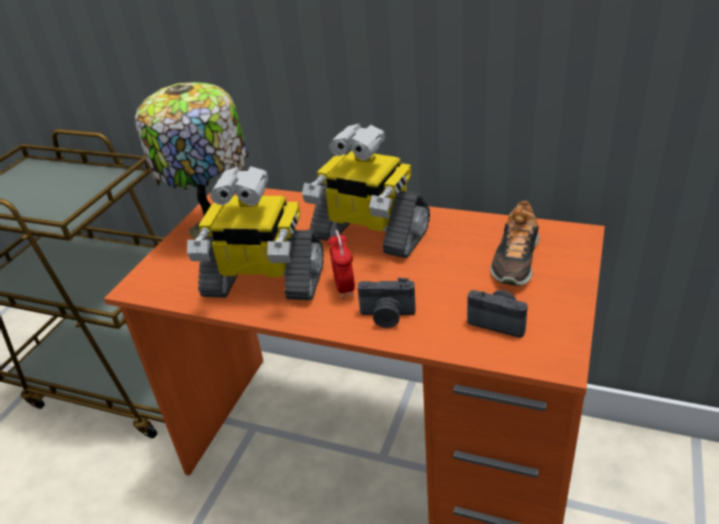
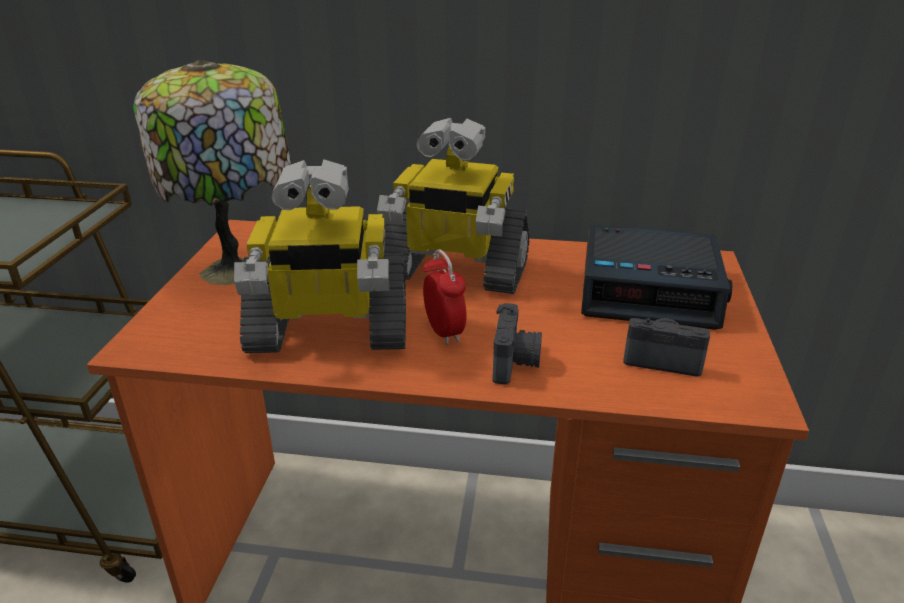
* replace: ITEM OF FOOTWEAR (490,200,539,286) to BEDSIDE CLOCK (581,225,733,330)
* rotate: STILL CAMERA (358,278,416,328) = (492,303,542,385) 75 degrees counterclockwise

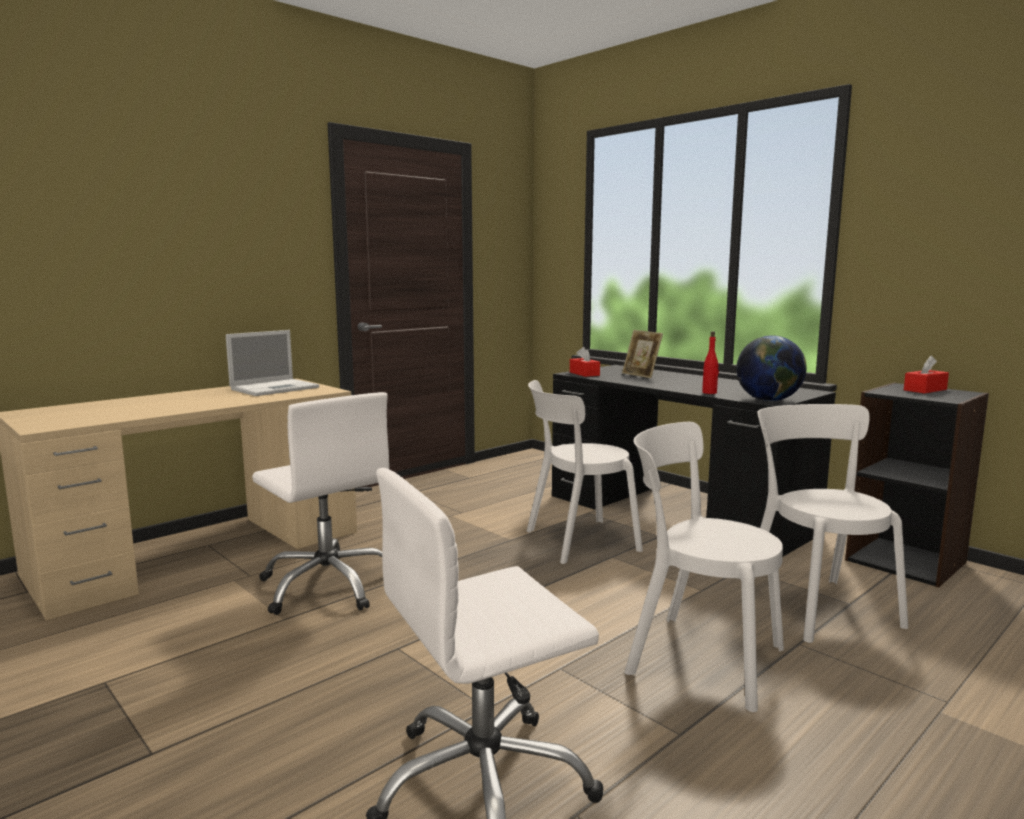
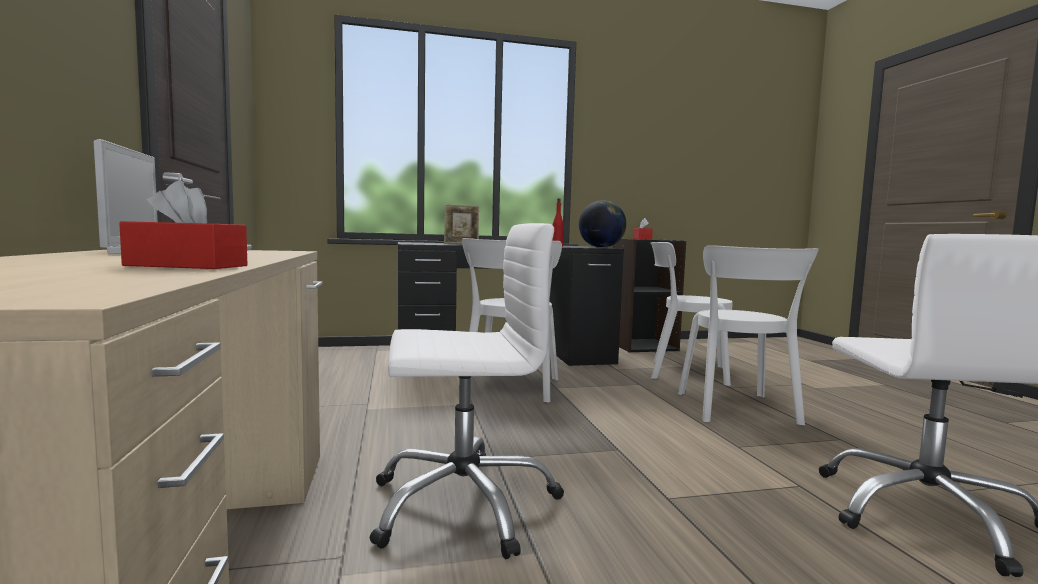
* move: RED-COLOURED TISSUE HOLDER (570,347,600,377) to (119,181,247,269)
* rotate: WHITISH PLAIN CHAIR (624,422,784,712) = (678,245,819,425) 60 degrees counterclockwise

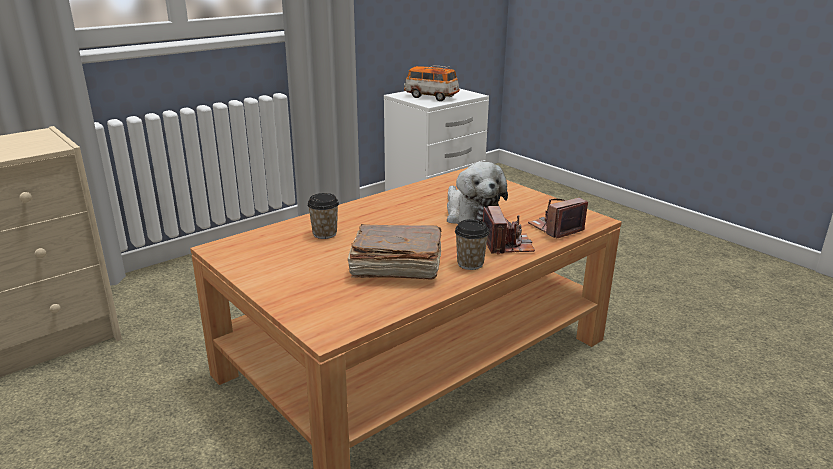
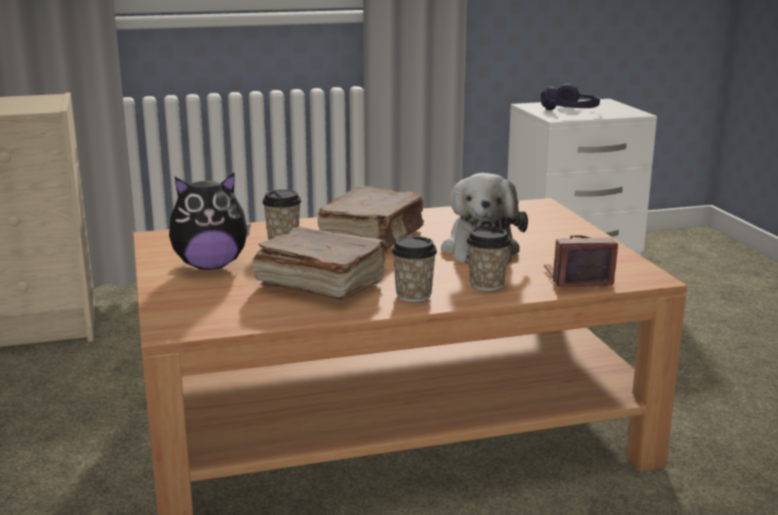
* replace: TOY CAR (404,65,460,101) to PURPLISH HEADSET (541,84,600,110)
* replace: STILL CAMERA (483,206,535,255) to SMALL CUP (466,227,511,291)
* insert: CUDDLY TOY (169,173,251,270)
* insert: BROWN BOUND BOOK (317,185,424,247)

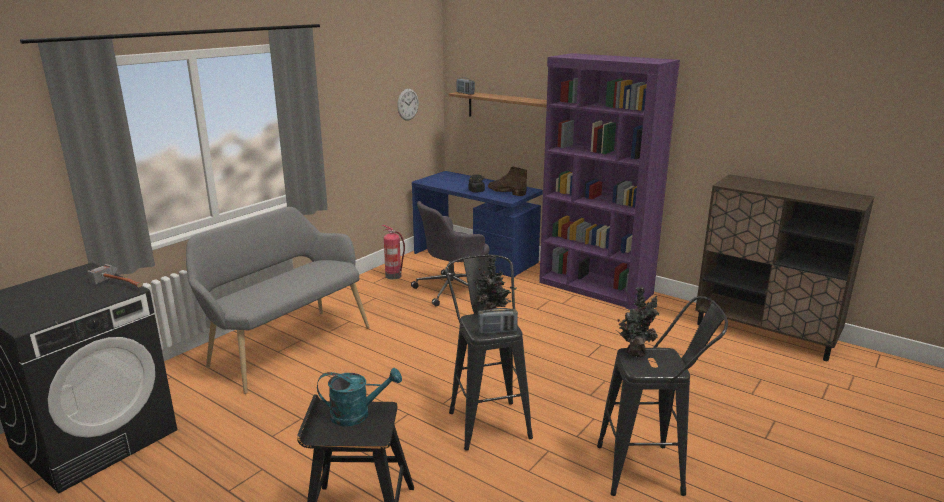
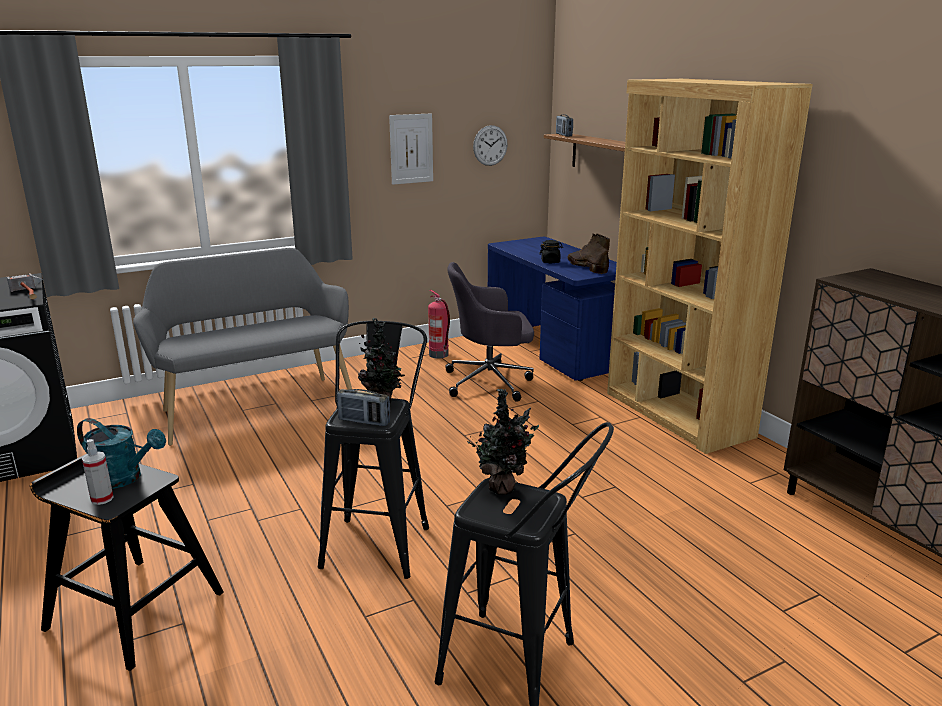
* recolor: PURPLISH SHELVING UNIT (539,53,680,309) to BROWN SHELVING UNIT (607,79,813,454)
* insert: WALL PICTURE (389,114,433,185)
* insert: HAND SPRAYER (82,439,113,505)

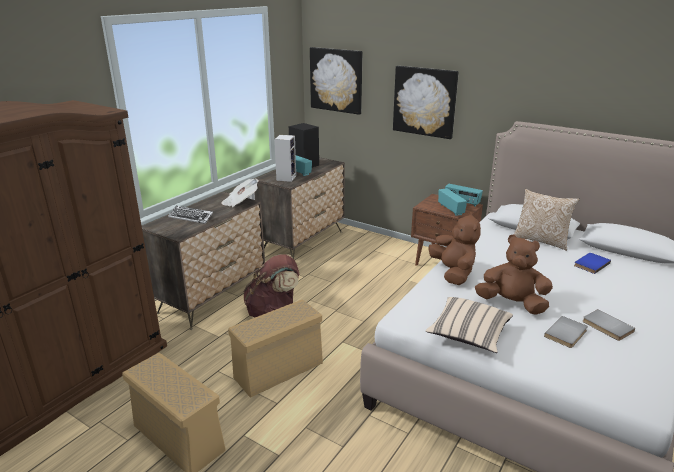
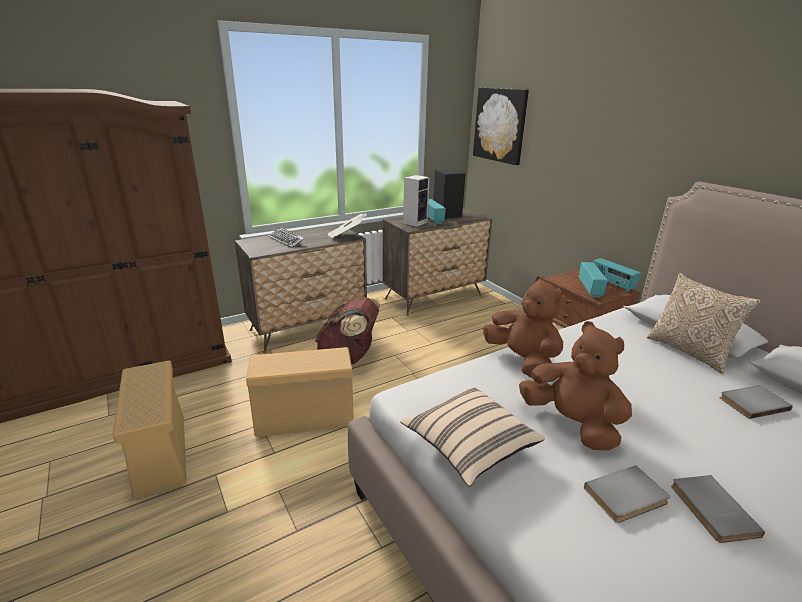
* delete: WALL PICTURE (393,66,459,139)
* rotate: BROWN CUDDLY TOY (429,212,481,285) = (483,276,563,378) 45 degrees counterclockwise
* recolor: BLUE-COLOURED BOUND BOOK (574,253,611,274) to GRAY BOUND BOOK (720,386,793,419)

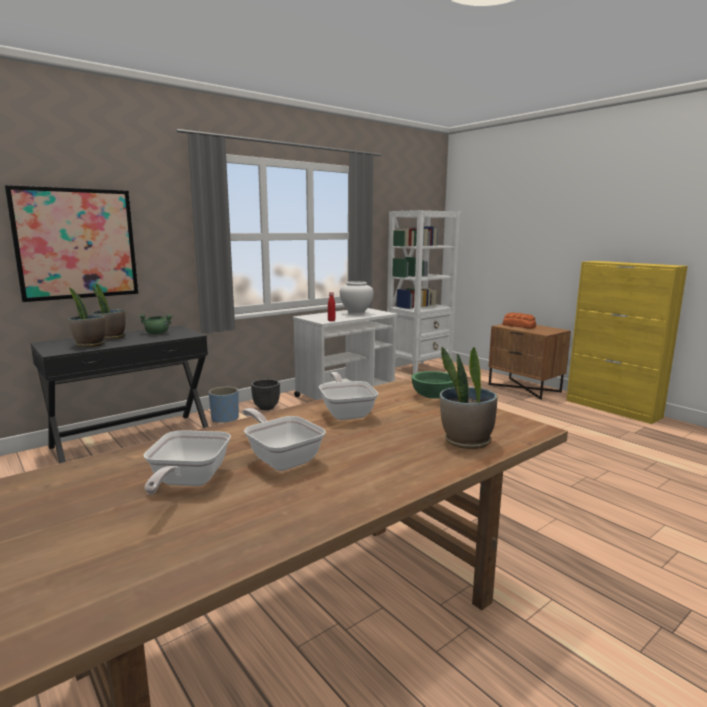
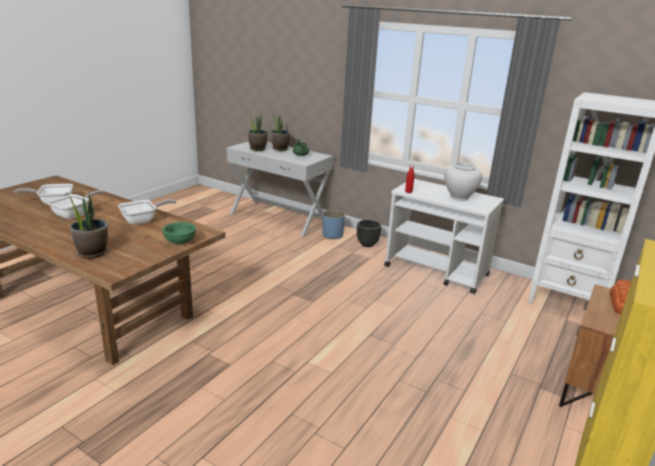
* delete: WALL PICTURE (4,185,138,302)
* recolor: BLACKISH CONSOLE TABLE (30,326,209,463) to WHITISH CONSOLE TABLE (227,141,333,237)

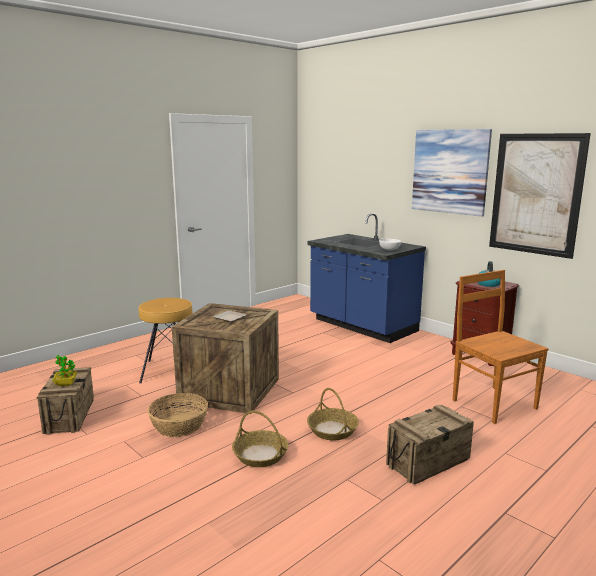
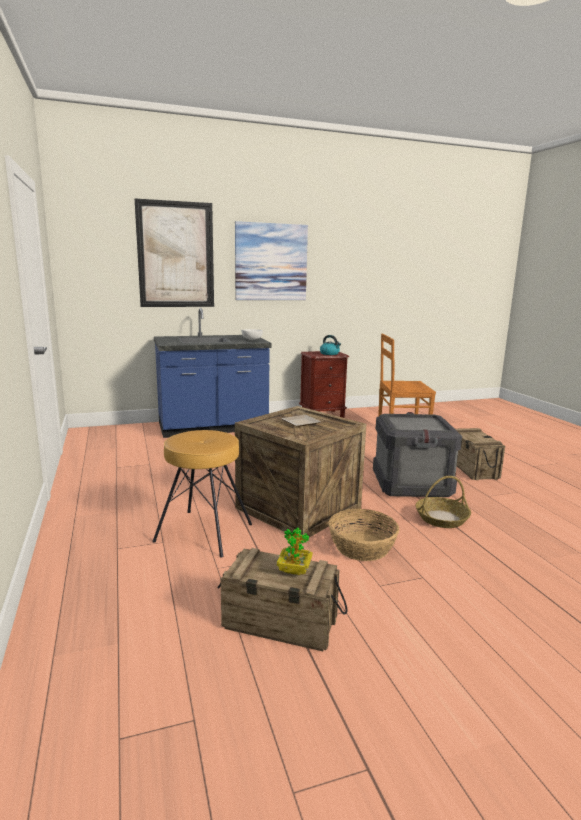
* move: WALL PICTURE (489,133,591,259) to (135,199,214,307)
* replace: STORAGE BASKET (307,388,359,440) to CRATE (373,412,462,497)

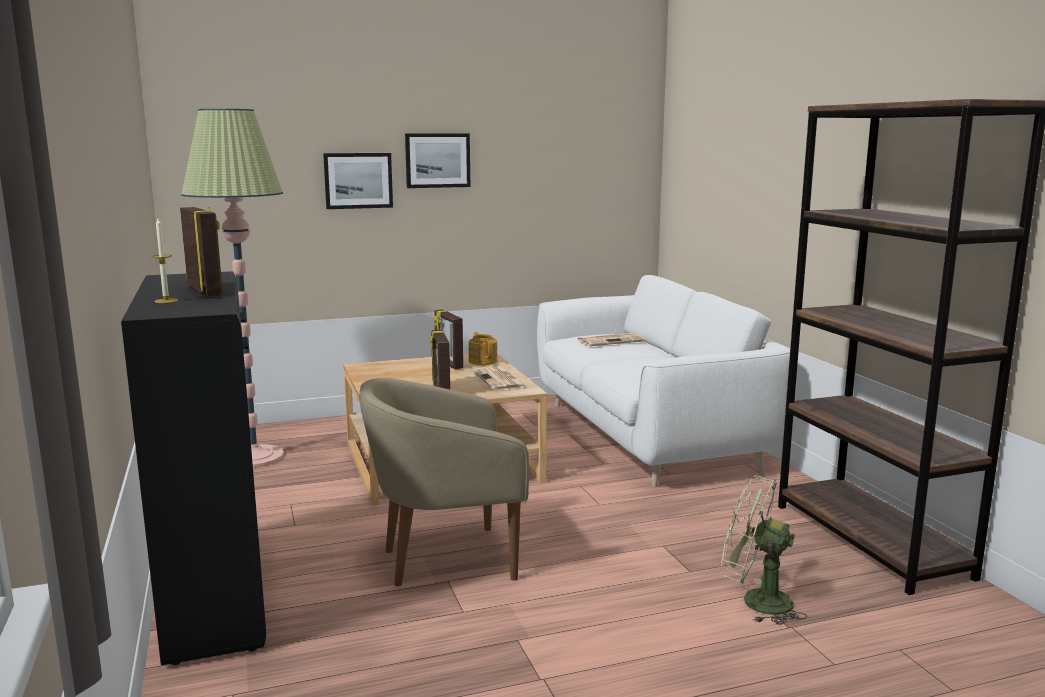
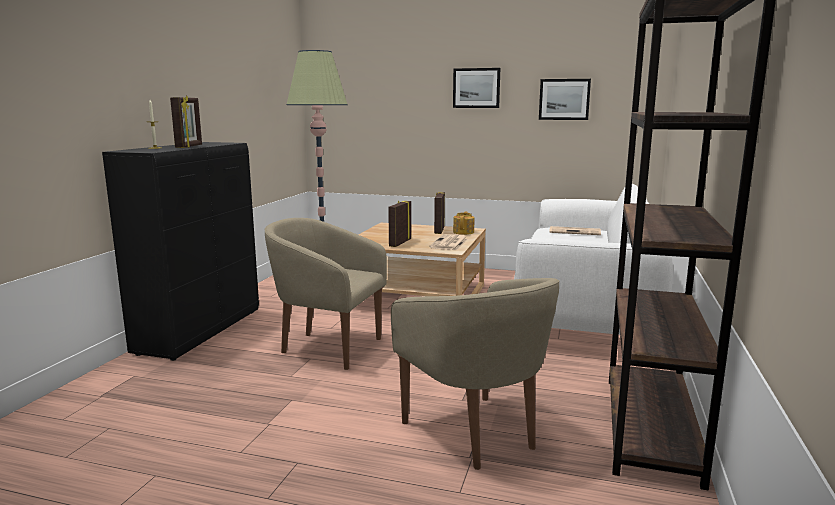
* move: WALL PICTURE (323,153,393,209) to (539,79,591,120)
* replace: GREENISH COOLING FAN (721,475,807,625) to BEIGE-COLOURED LOUNGE CHAIR (391,278,560,470)

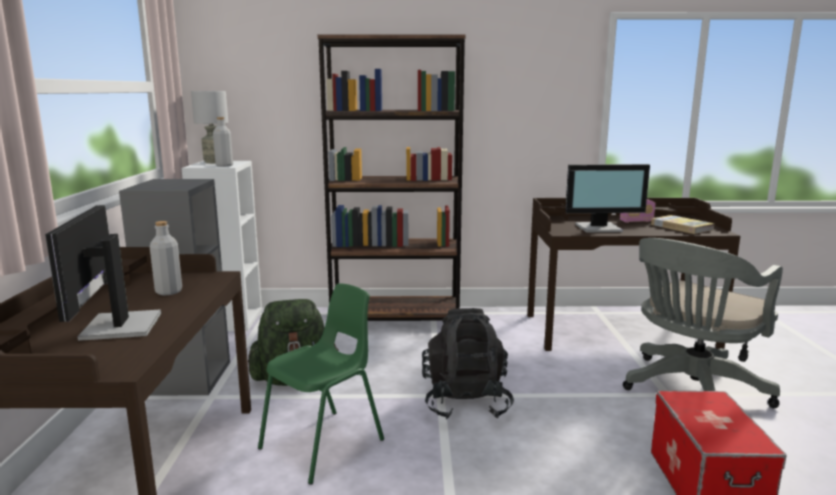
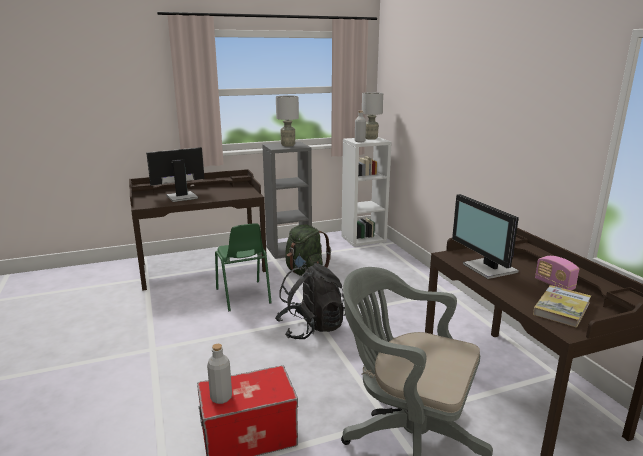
* delete: BROWN SHELVING UNIT (318,34,466,321)
* move: GRAY BOTTLE (150,221,182,295) to (207,344,232,404)
* rotate: GREENISH PLAIN CHAIR (258,283,384,485) = (215,224,272,311) 45 degrees clockwise
* insert: GRAY LAMP FOR A TABLE (276,96,299,147)

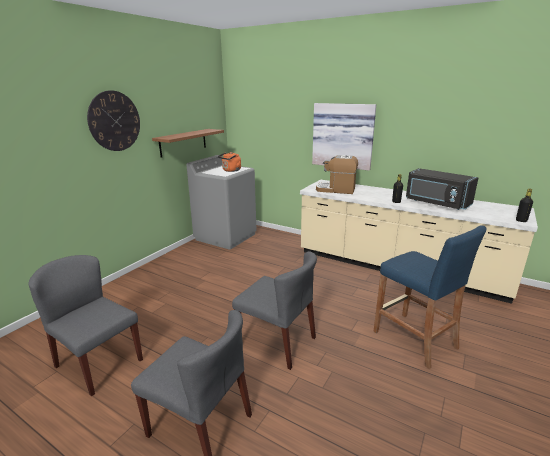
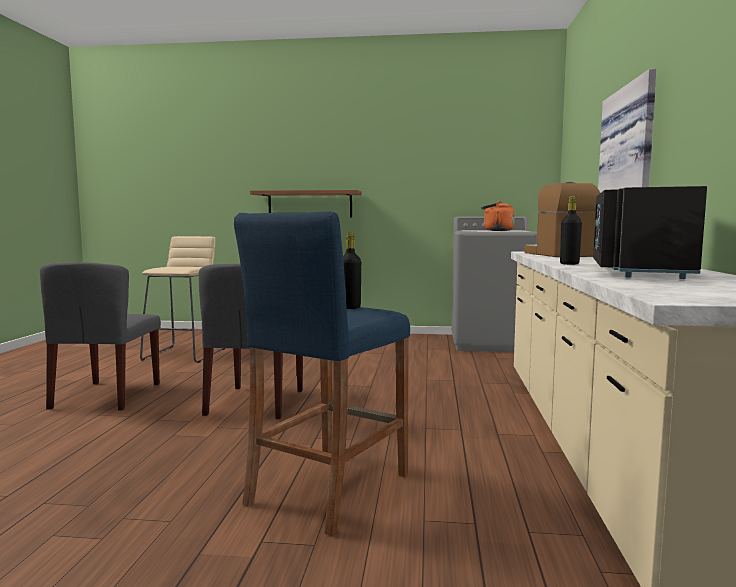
* delete: WALL CLOCK (87,90,140,151)
* move: BRACKET SHELF (152,129,224,158) to (250,190,362,218)
* move: BLACKISH BOTTLE (516,189,533,222) to (343,233,361,309)
* replace: GRAY PLAIN CHAIR (28,255,143,396) to BEIGE-COLOURED STOOL (140,236,225,363)

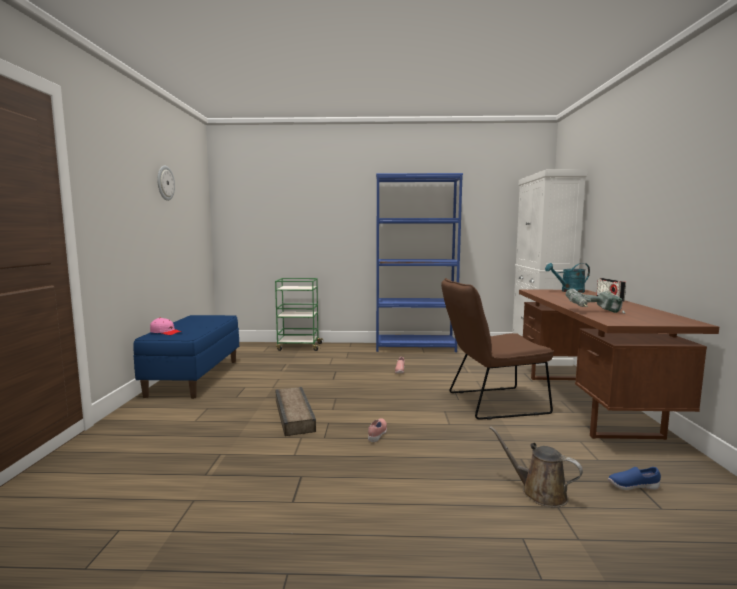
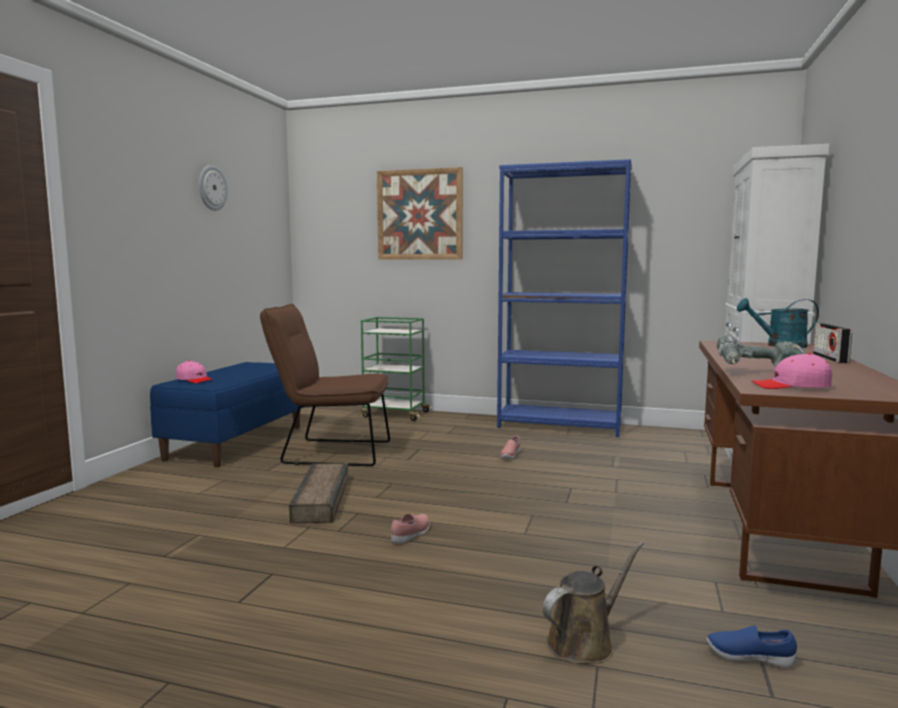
* move: BROWN PLAIN CHAIR (441,278,554,420) to (260,304,390,466)
* rotate: BROWN WATERING POT (490,426,583,507) = (543,542,644,664) 90 degrees clockwise
* insert: WALL PICTURE (377,167,463,260)
* insert: PINK-COLOURED CAP (751,353,832,389)

